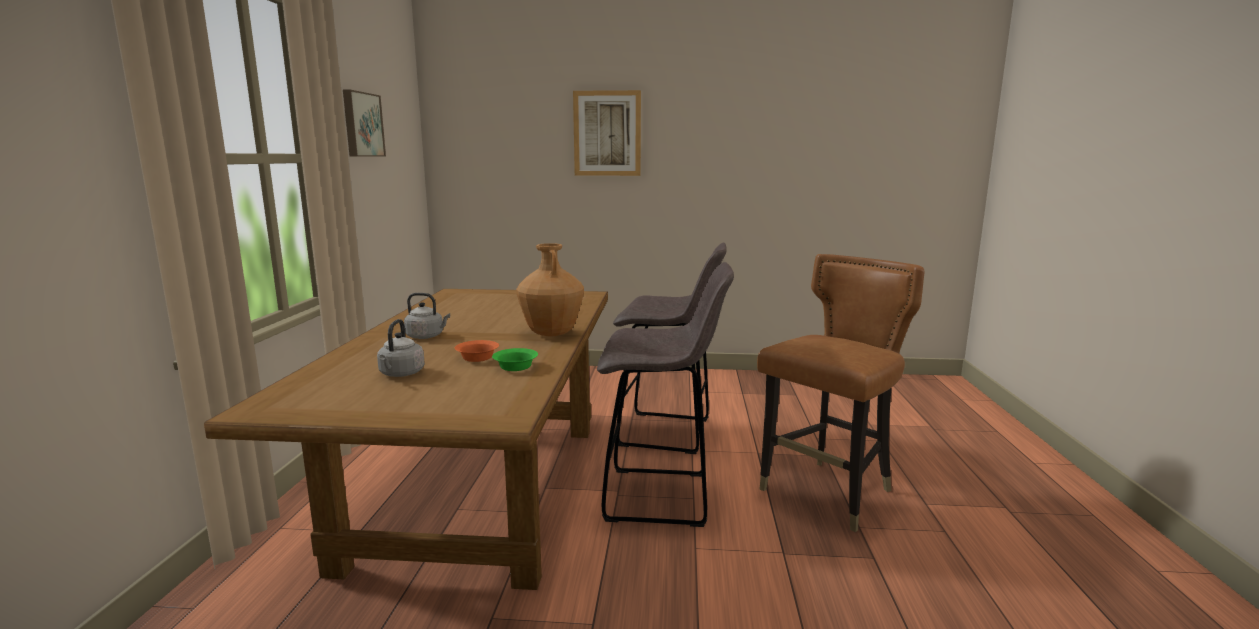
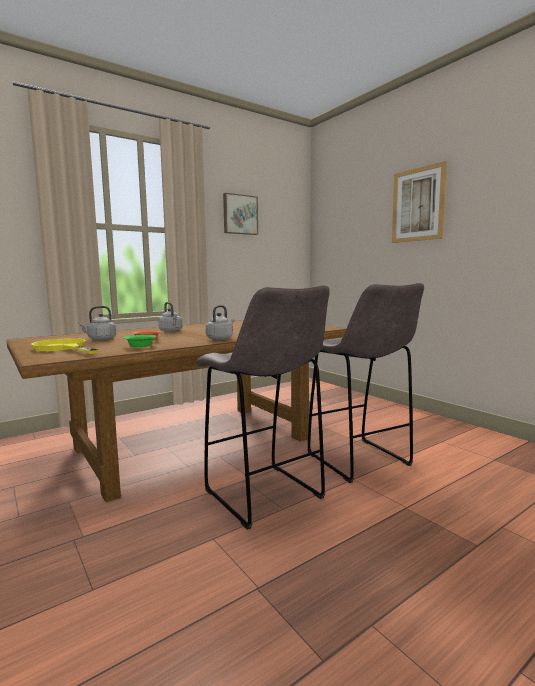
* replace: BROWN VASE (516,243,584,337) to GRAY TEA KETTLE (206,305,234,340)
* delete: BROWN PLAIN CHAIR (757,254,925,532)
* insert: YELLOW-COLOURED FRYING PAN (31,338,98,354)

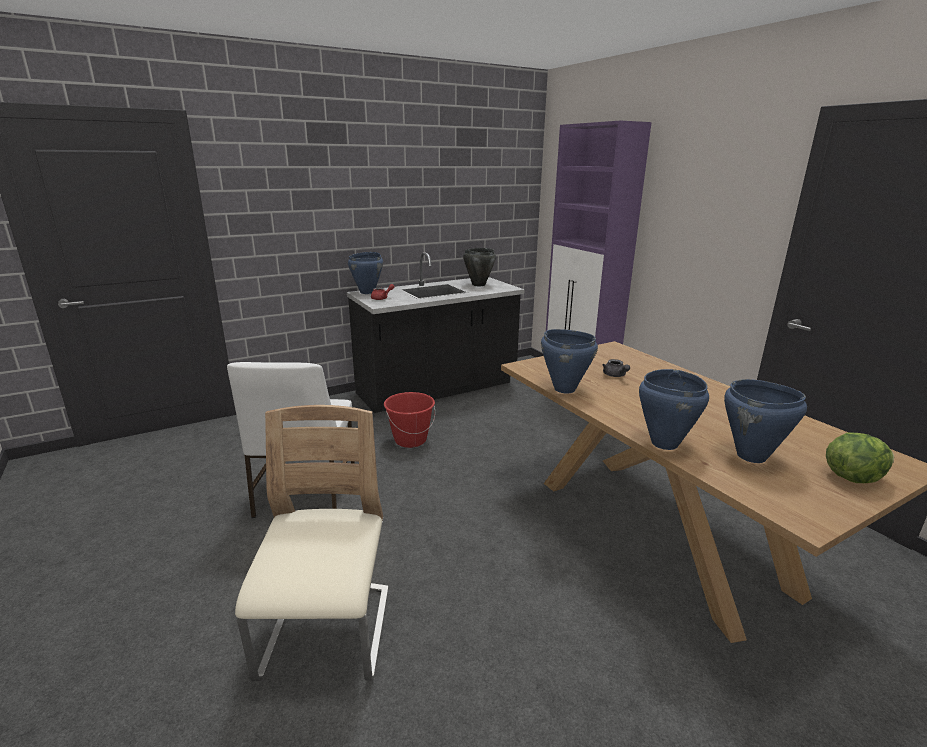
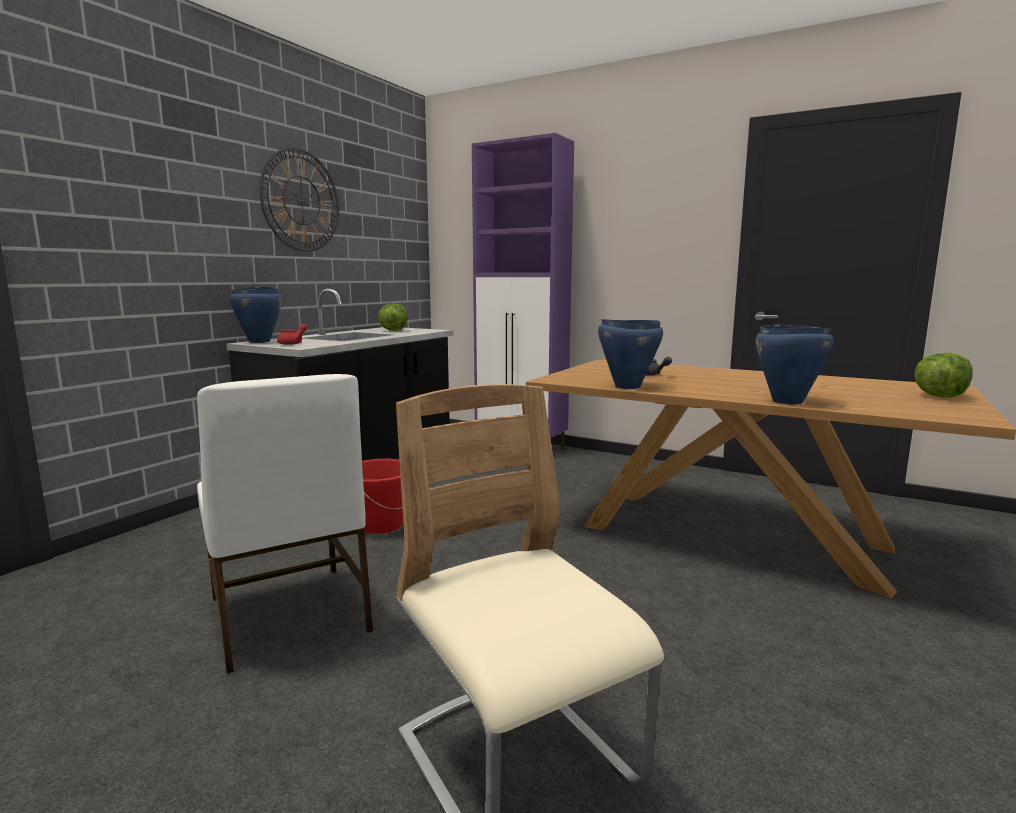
* replace: BLACKISH COOKING POT (463,248,496,286) to LETTUCE HEAD (378,303,407,331)
* delete: BLUE-COLOURED COOKING POT (724,379,807,463)
* insert: WALL CLOCK (260,147,339,252)

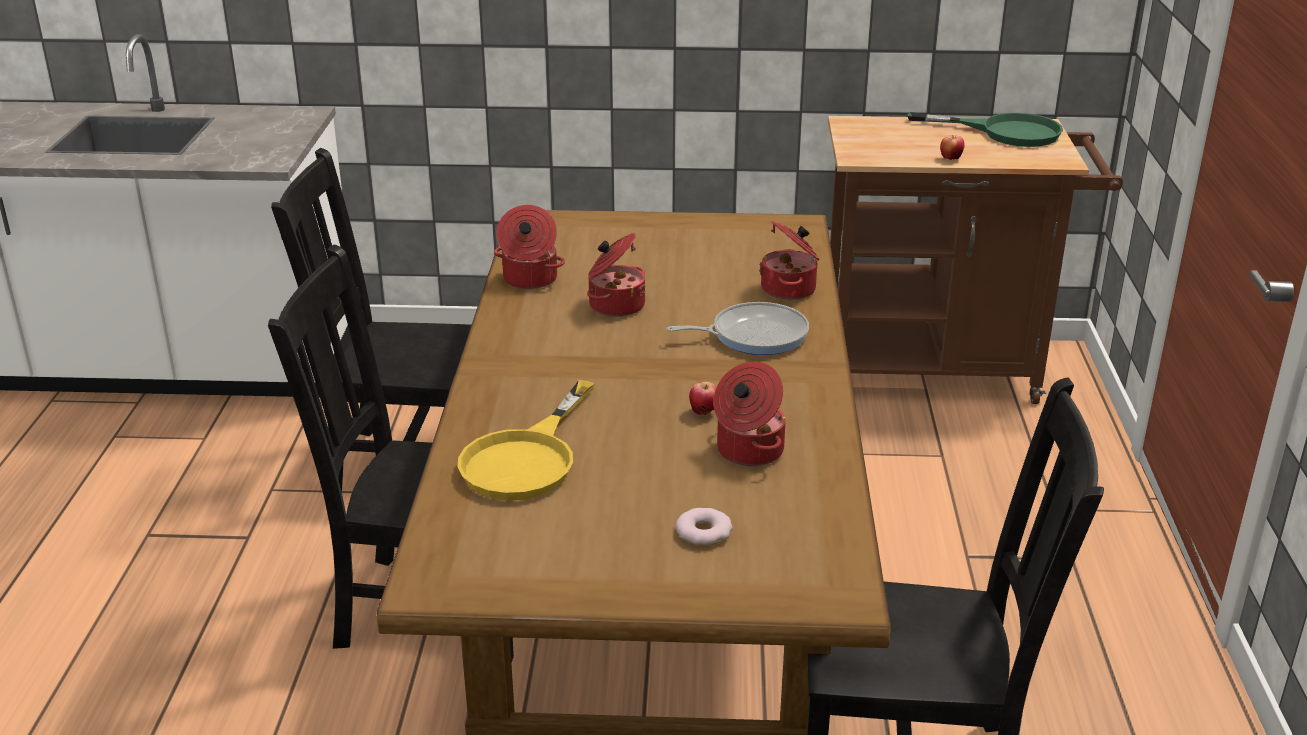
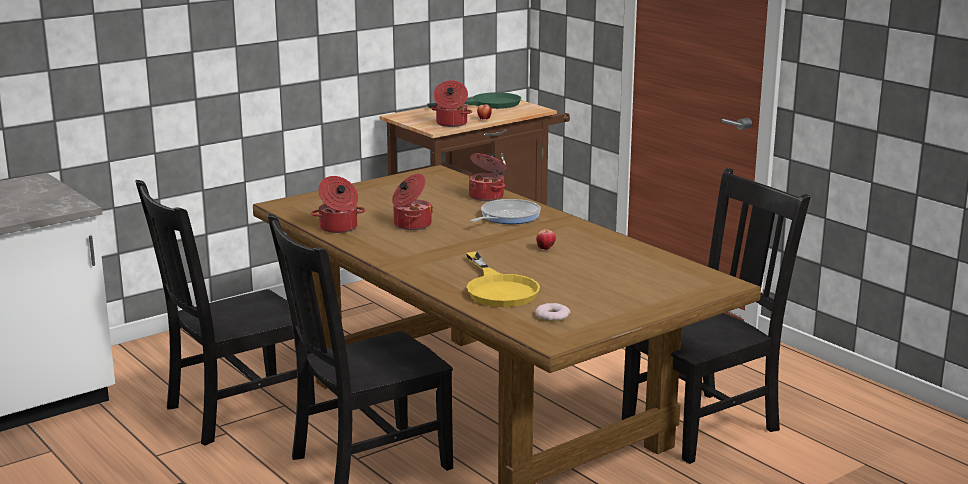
* move: COOKING POT (713,361,786,466) to (431,80,472,127)
* move: RING DOUGHNUT (676,508,733,546) to (535,303,570,322)

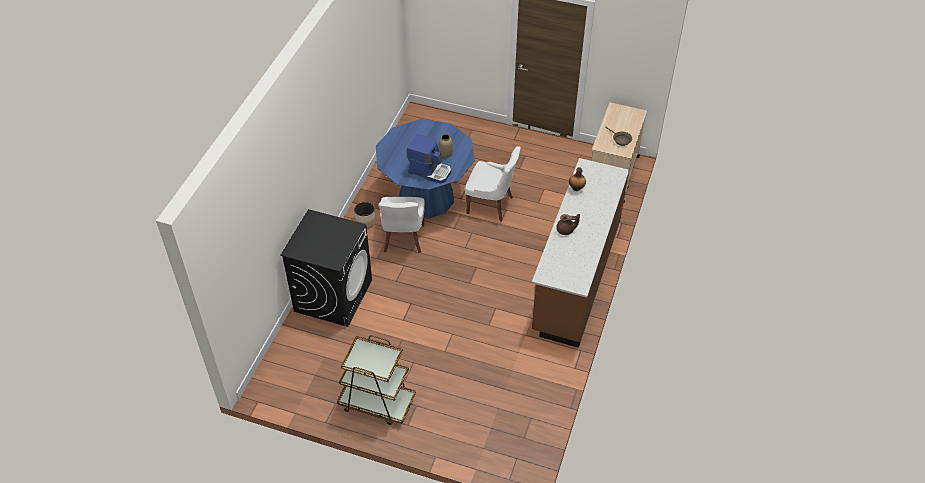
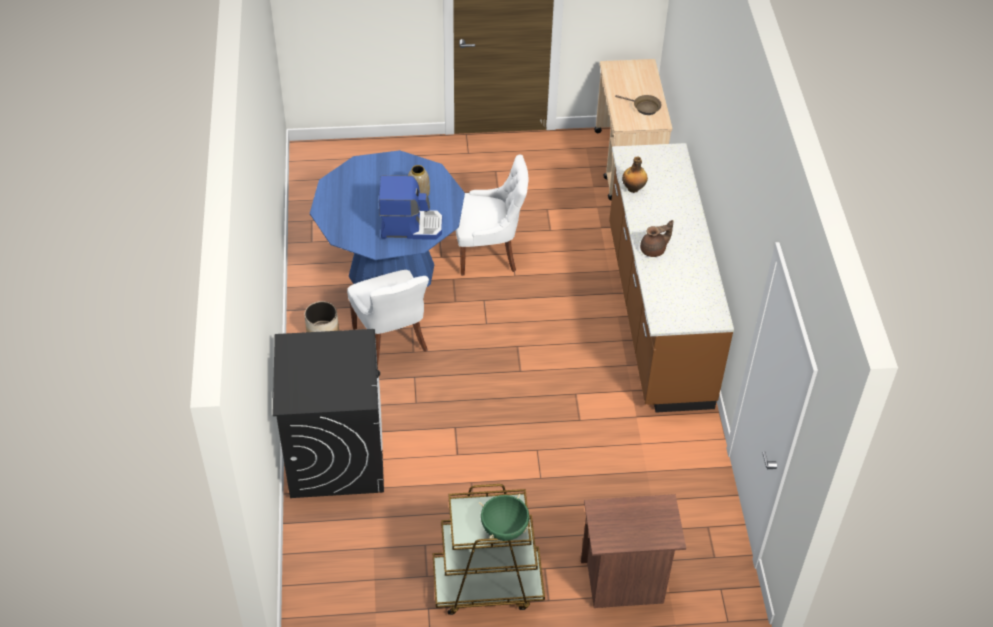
* insert: GREENISH COOKING POT (479,494,532,541)
* insert: BROWN NIGHTSTAND (581,494,686,608)

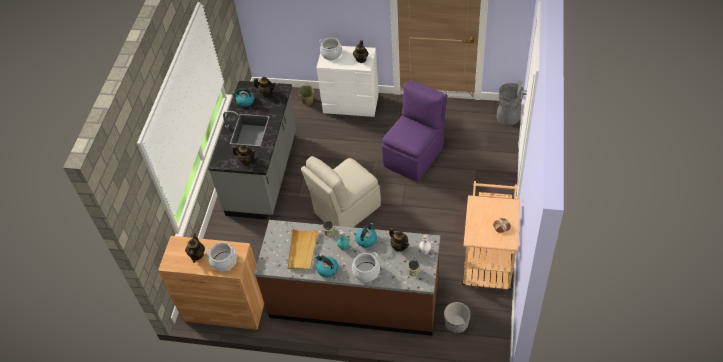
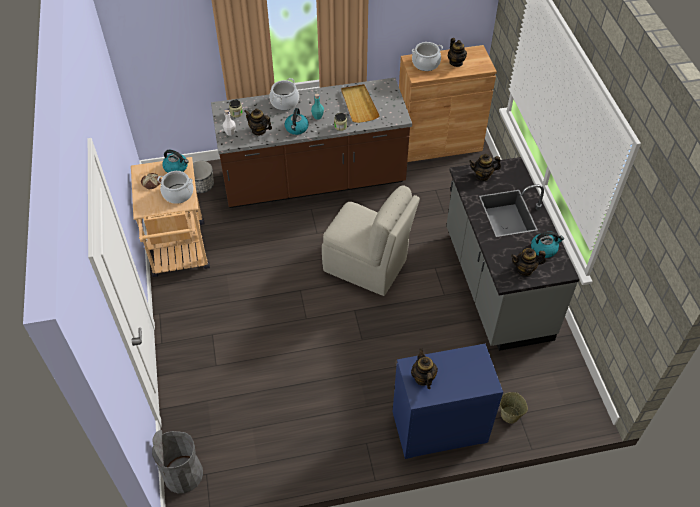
* move: COOKING POT (319,38,342,60) to (157,171,193,204)
* recolor: WHITISH DRESSER (316,46,379,117) to BLUE-COLOURED DRESSER (393,344,503,459)
* delete: PURPLISH PLAIN CHAIR (382,80,447,182)
* rotate: BEIGE-COLOURED PLAIN CHAIR (301,156,381,227) = (322,185,420,296) 90 degrees clockwise
* move: TEA KETTLE (315,254,338,277) to (162,150,189,173)

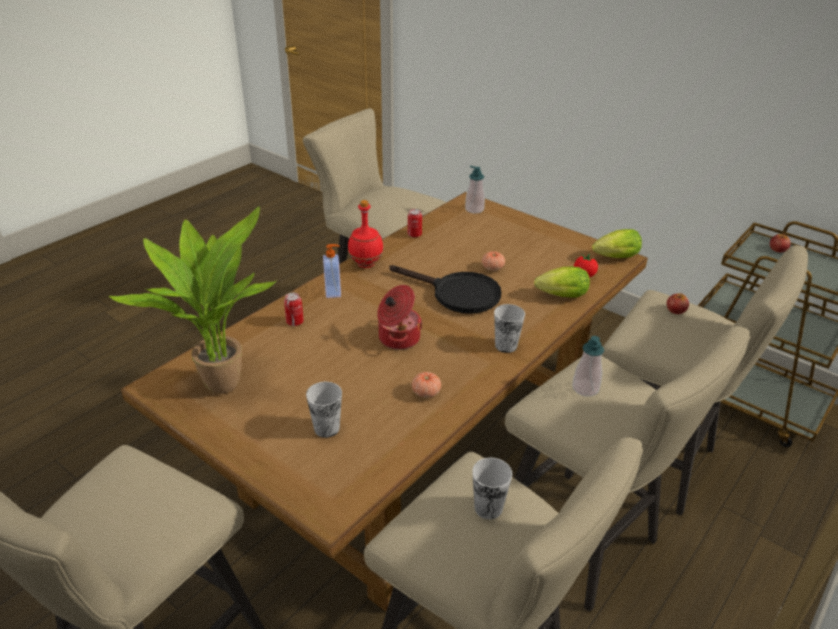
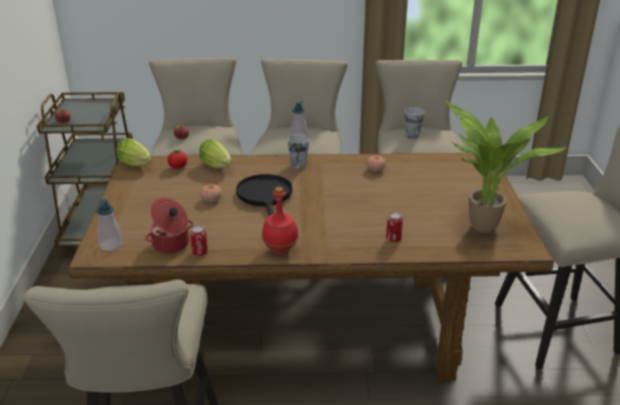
* delete: SOAP DISPENSER (323,244,341,298)
* move: COOKING POT (377,285,422,350) to (145,197,193,253)
* delete: SMALL CUP (306,382,342,438)

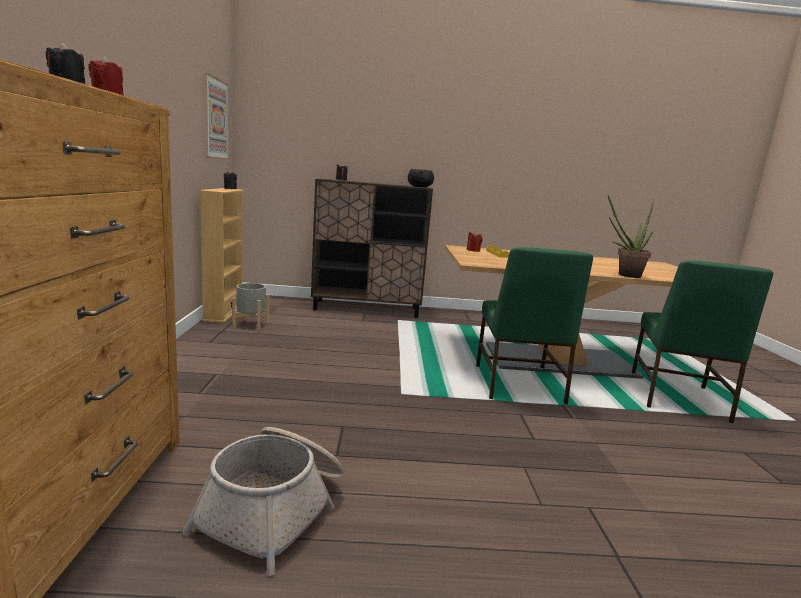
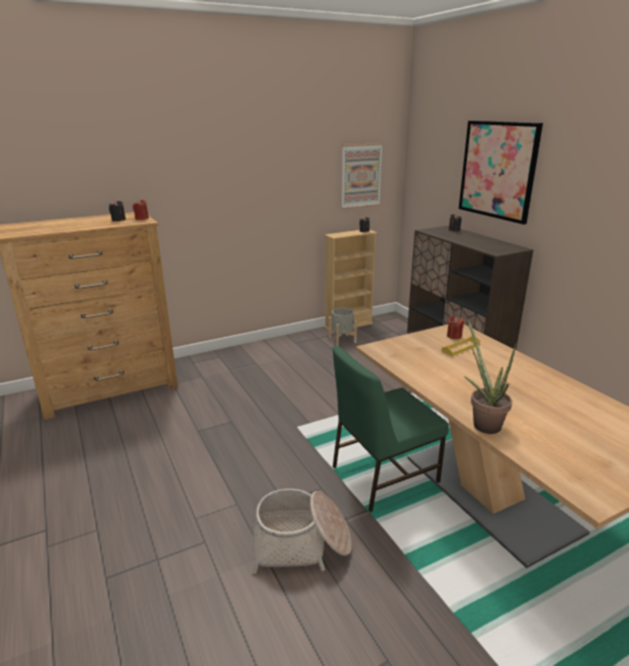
* delete: BLACKISH BOWL (408,169,434,187)
* delete: GREENISH PLAIN CHAIR (632,261,773,423)
* move: STORAGE BASKET (183,427,344,576) to (252,489,352,574)
* insert: WALL PICTURE (459,120,543,224)

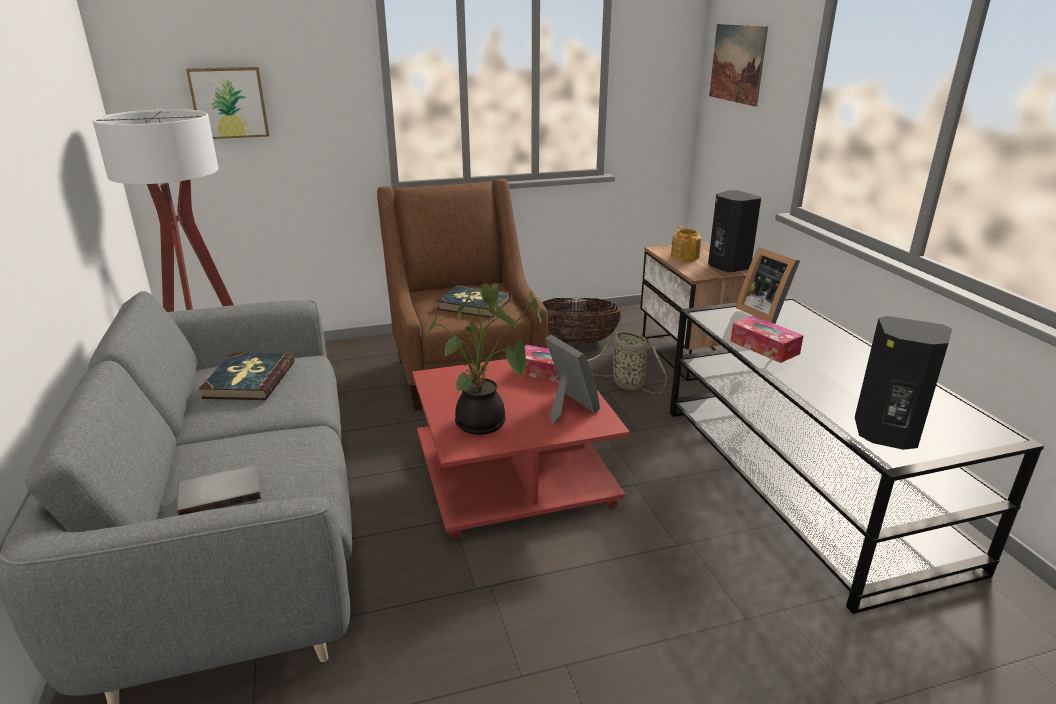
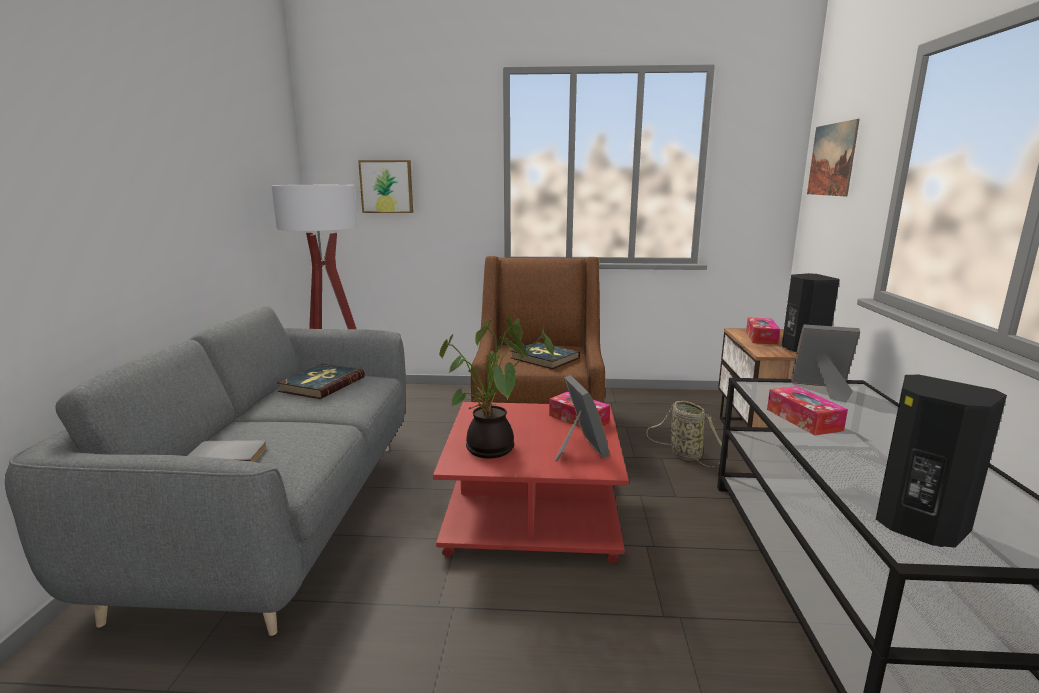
* replace: TEA POT (671,226,702,261) to TISSUE HOLDER (746,317,780,345)
* rotate: STANDING FRAME (736,247,800,324) = (791,324,860,403) 120 degrees clockwise
* delete: STORAGE BASKET (542,298,621,343)

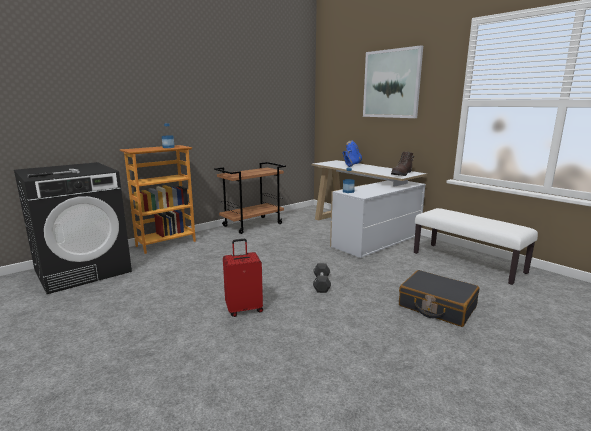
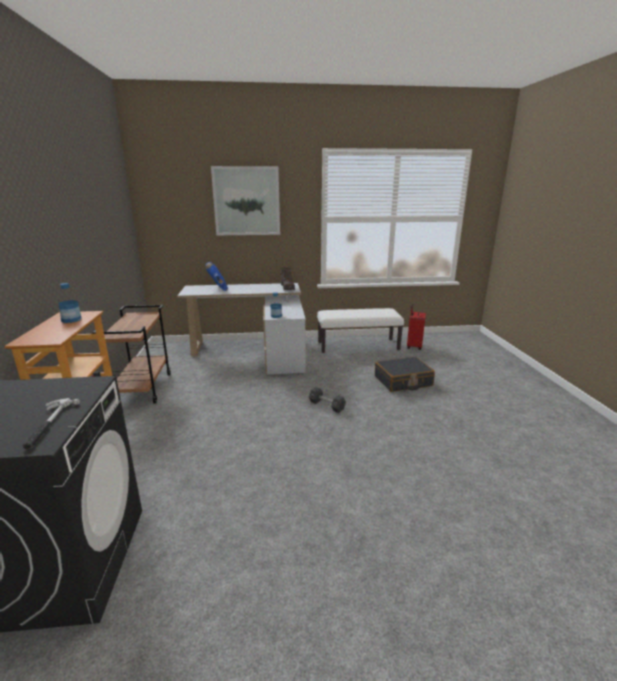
* move: RED-COLOURED PIECE OF LUGGAGE (223,239,263,317) to (407,304,426,350)

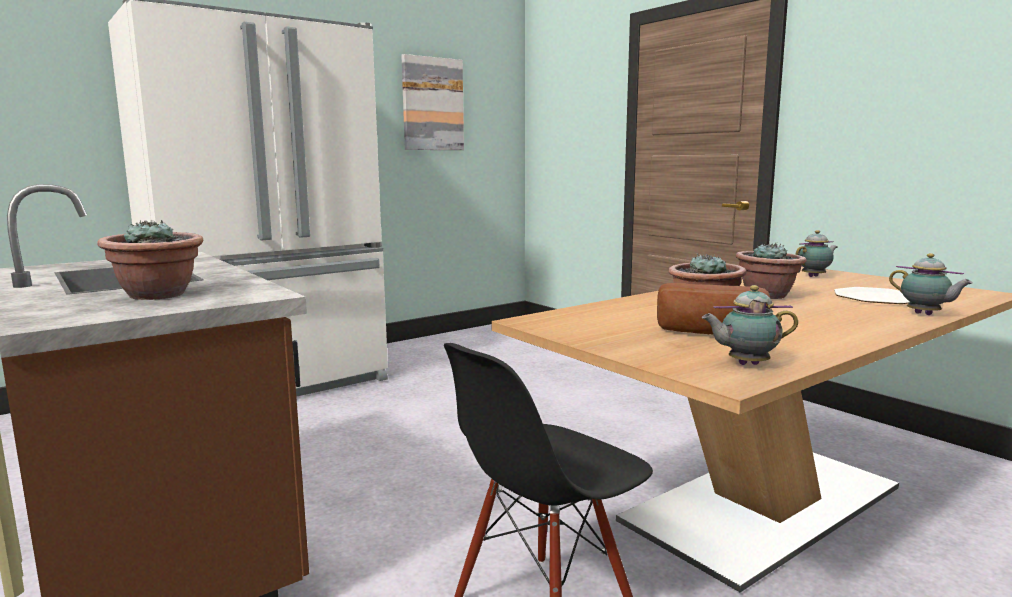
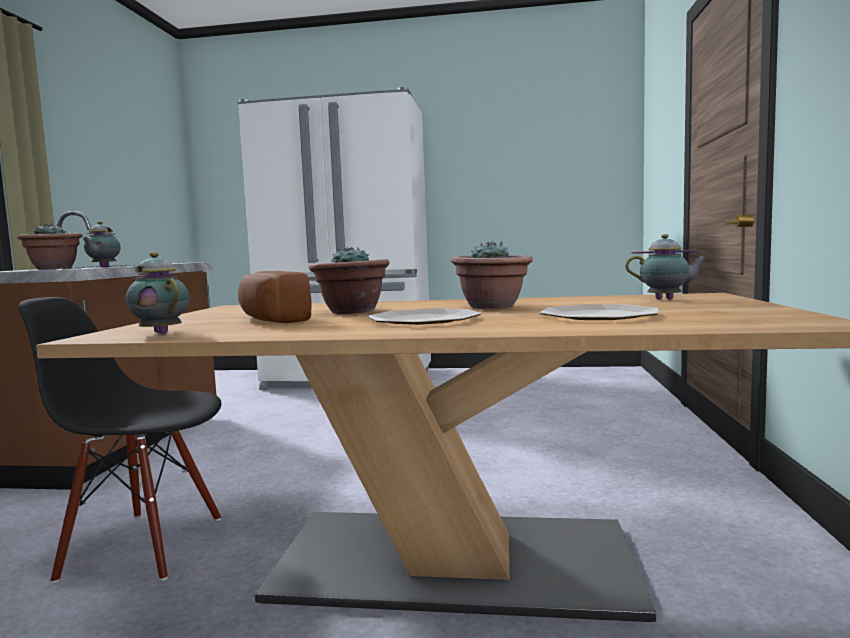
* delete: WALL PICTURE (401,54,464,150)
* move: TEA POT (889,253,973,315) to (82,221,121,267)
* insert: PLATE (368,308,481,325)

